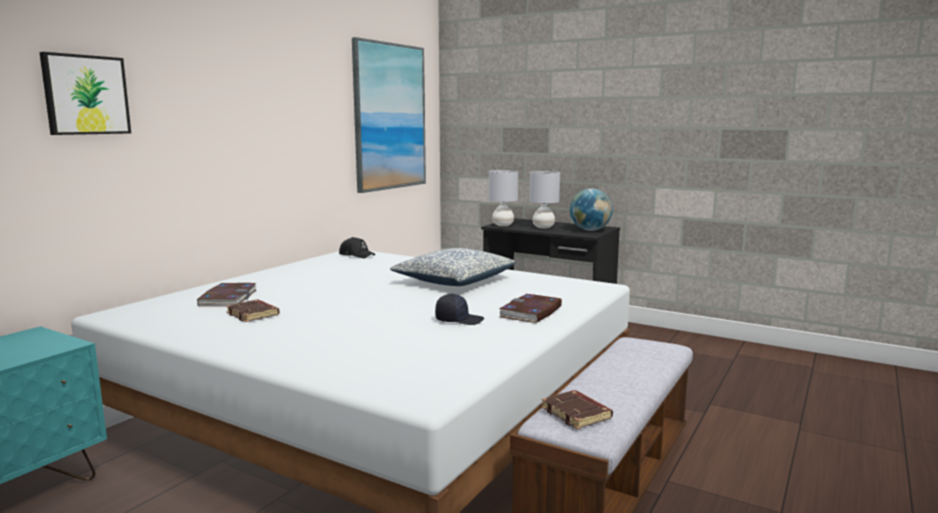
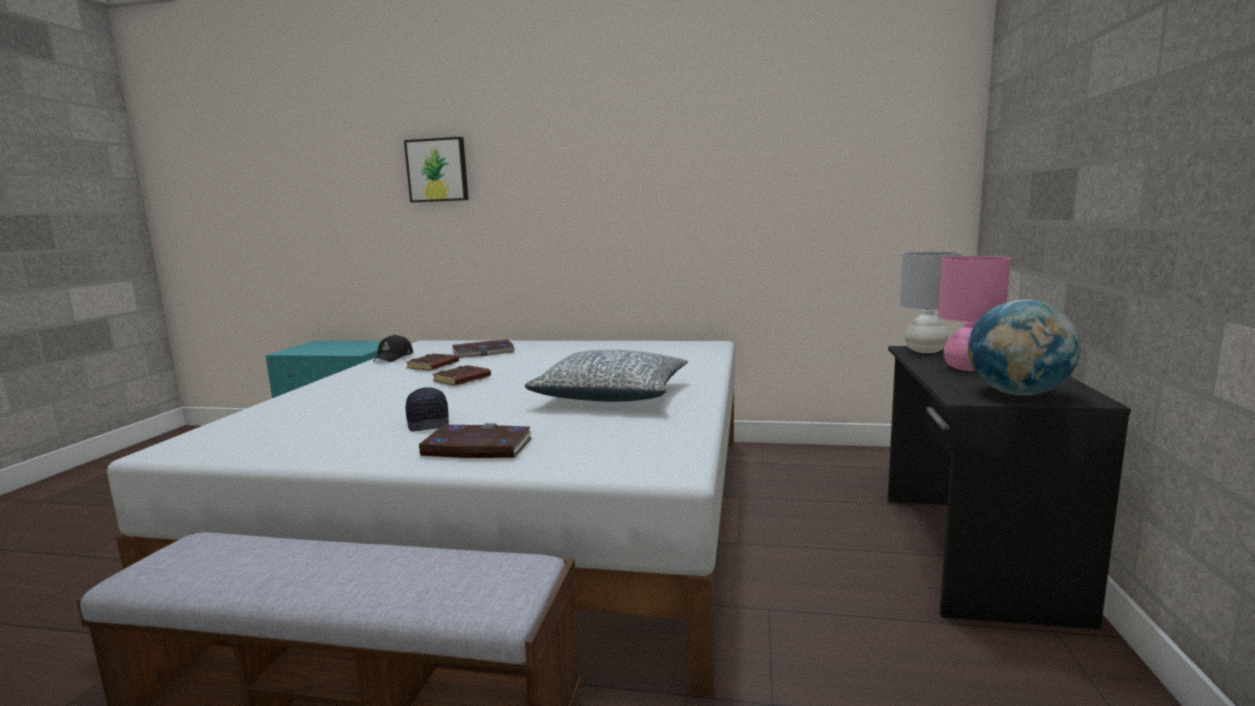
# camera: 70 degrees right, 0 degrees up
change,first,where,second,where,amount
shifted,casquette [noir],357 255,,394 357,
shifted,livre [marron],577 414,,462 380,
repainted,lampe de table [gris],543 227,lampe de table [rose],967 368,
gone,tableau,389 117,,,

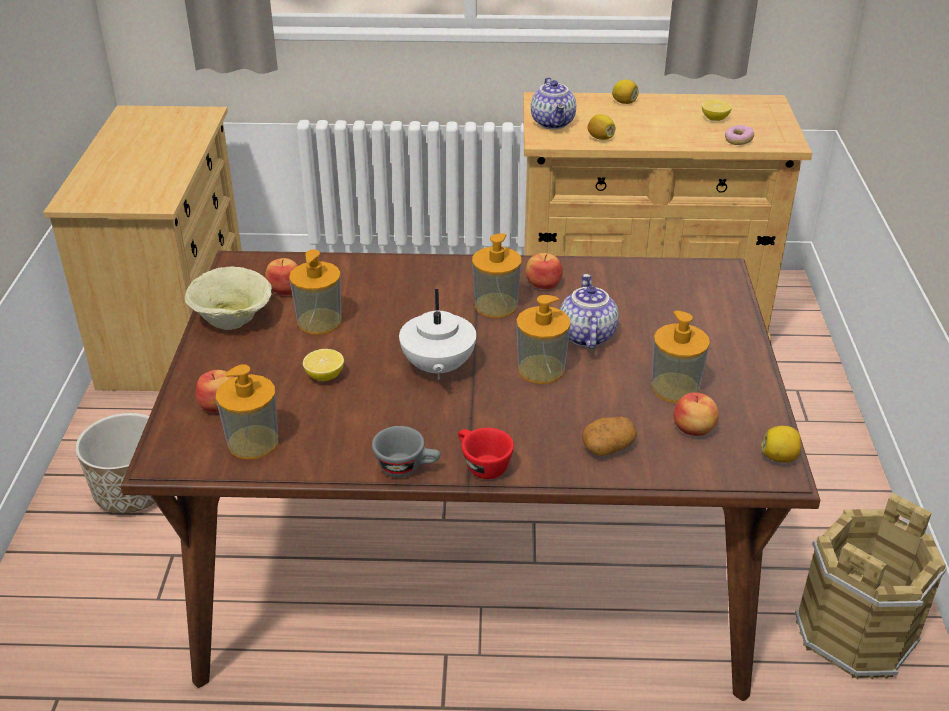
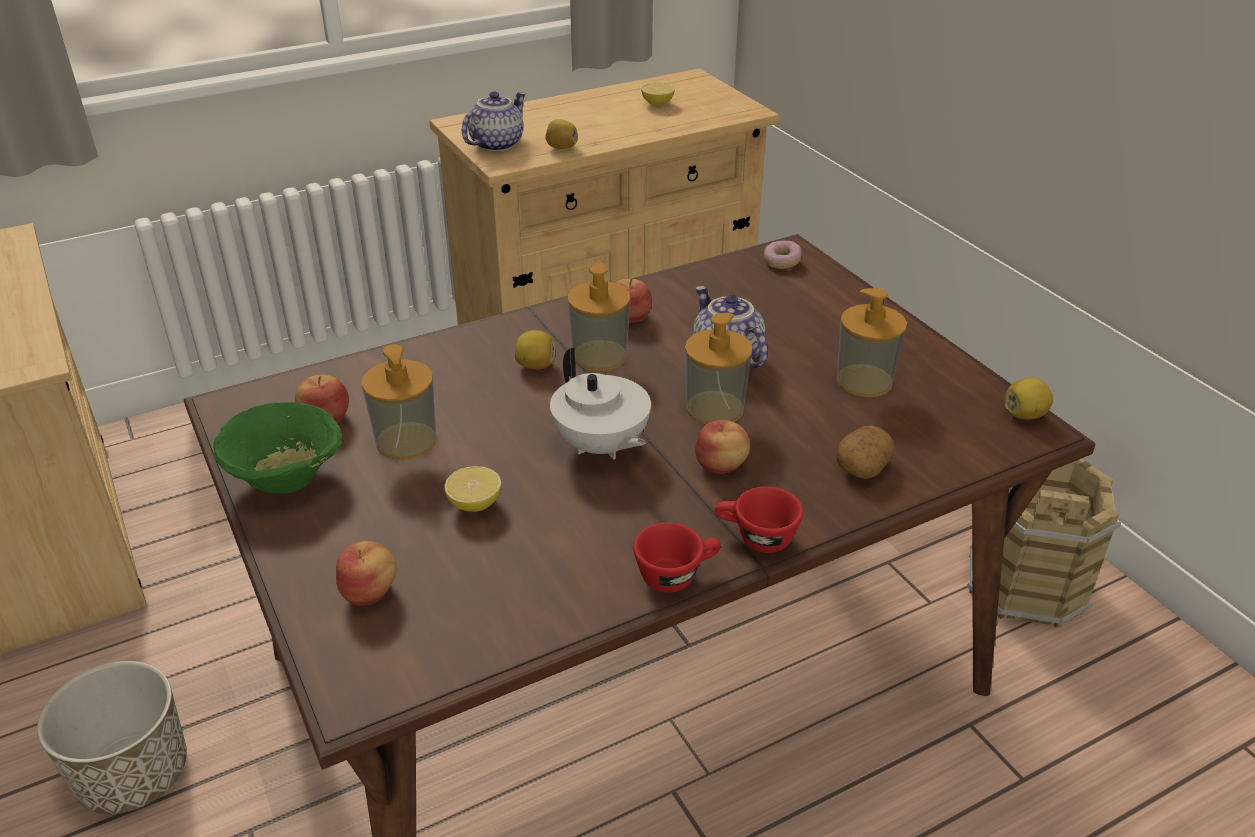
# camera: 30 degrees left, 0 degrees up
change,first,where,second,where,amount
repainted,bol [beige],234 318,bol [vert],287 475,
rotated,théière,554 123,,496 144,105 degrees counterclockwise
shifted,citron,624 102,,536 365,
repainted,tasse [gris],407 467,tasse [rouge],676 574,
shifted,pomme,693 429,,721 466,
shifted,beignet,738 141,,781 262,
gone,distributeur de savon,253 442,,,

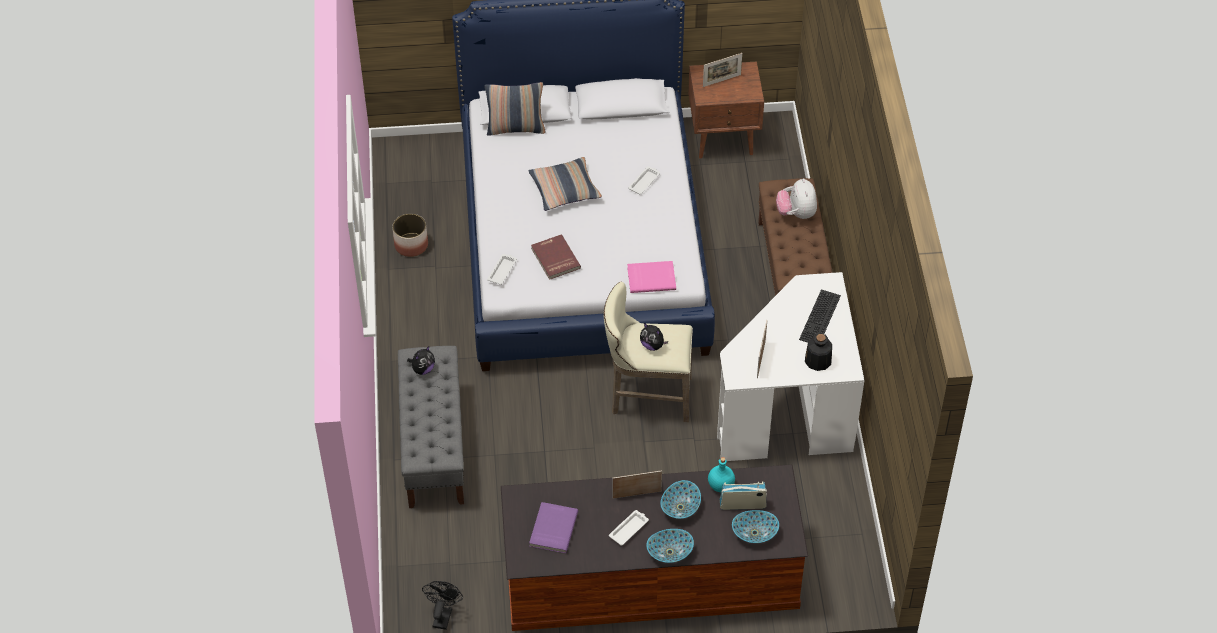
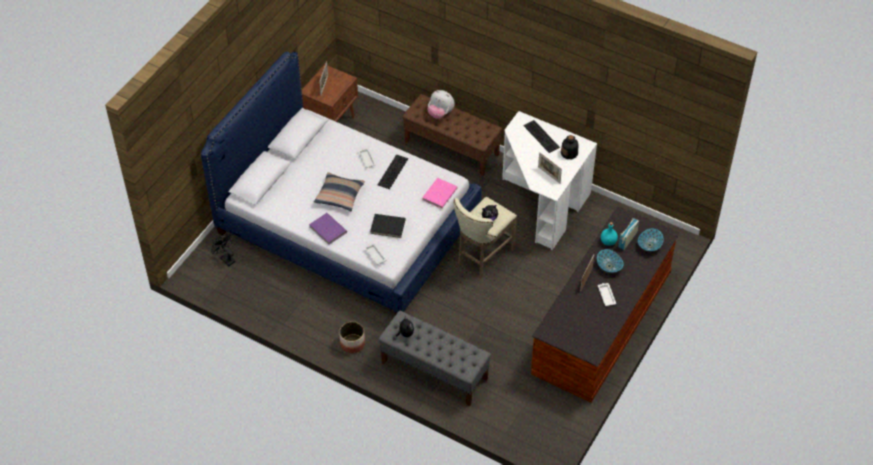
# camera: 55 degrees left, 0 degrees up
change,first,where,second,where,amount
shifted,ventilateur [noir],443 614,,225 258,
shifted,livre [violet],552 529,,327 230,
shifted,cache-pot,411 245,,352 343,
repainted,livre [rouge],554 258,livre [noir],387 227,
new,,,clavier,392 171,
gone,coussin,516 128,,,
gone,bol,670 552,,,

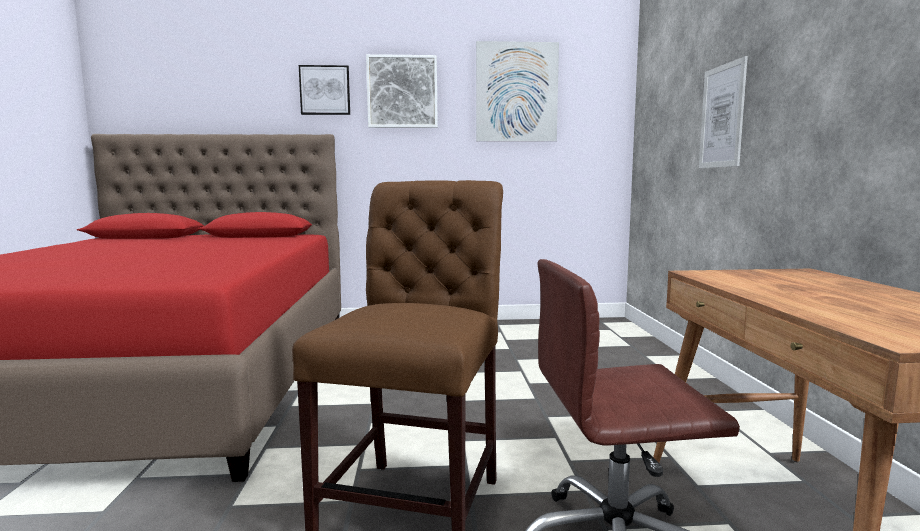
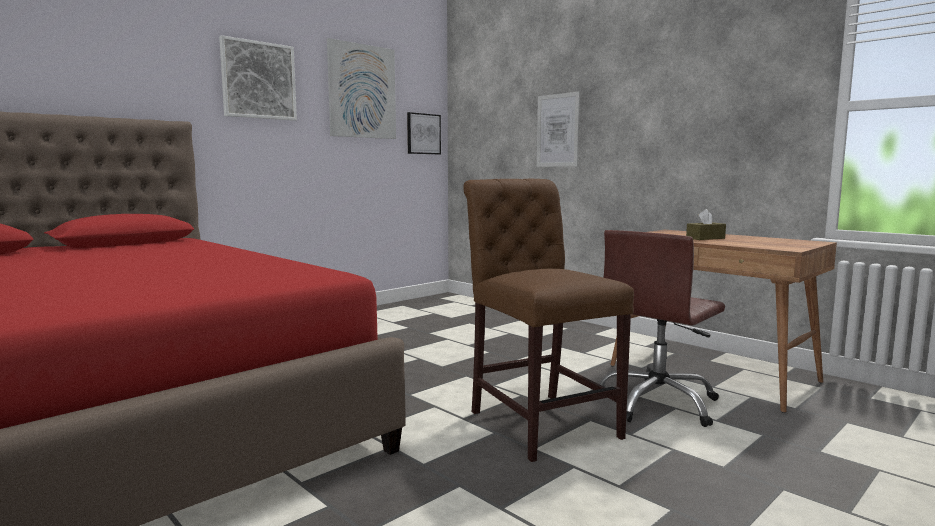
# camera: 40 degrees left, 0 degrees up
change,first,where,second,where,amount
shifted,tableau,325 90,,423 134,
new,,,boîte à mouchoirs [marron],705 238,

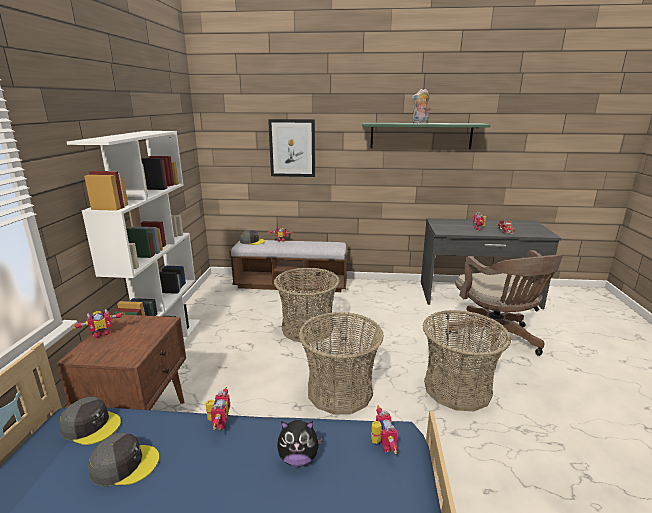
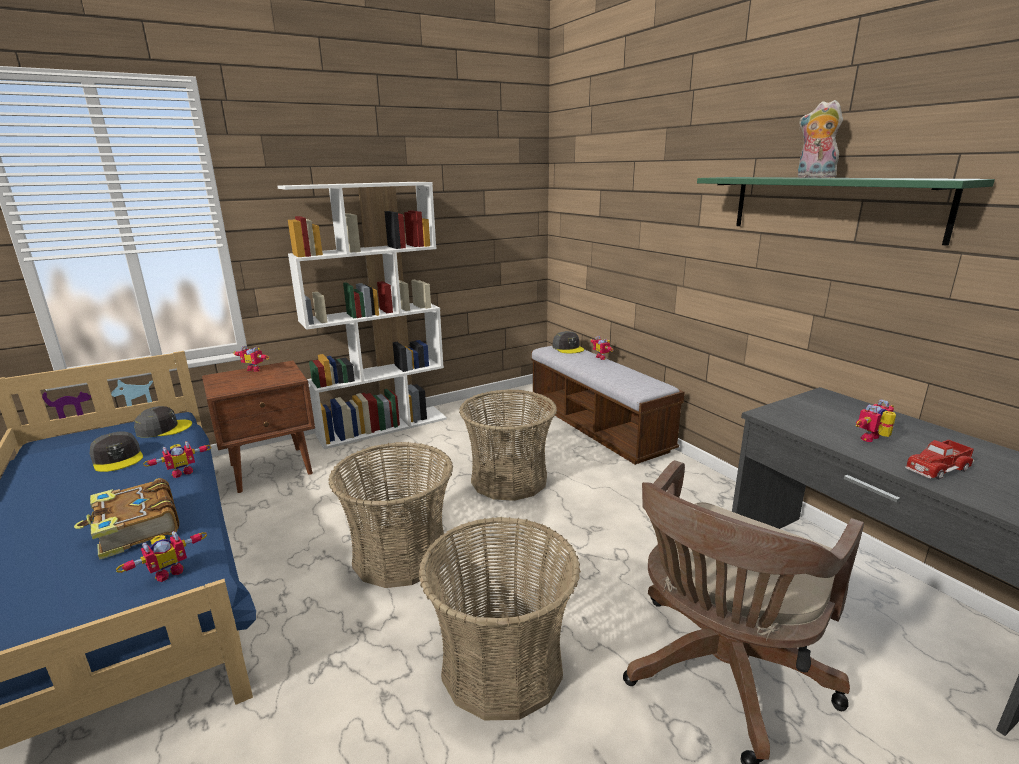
# camera: 55 degrees right, 0 degrees up
change,first,where,second,where,amount
swapped,peluche,298 458,livre,136 529,
rotated,casquette [gris],91 425,,163 428,90 degrees counterclockwise
gone,tableau,292 148,,,

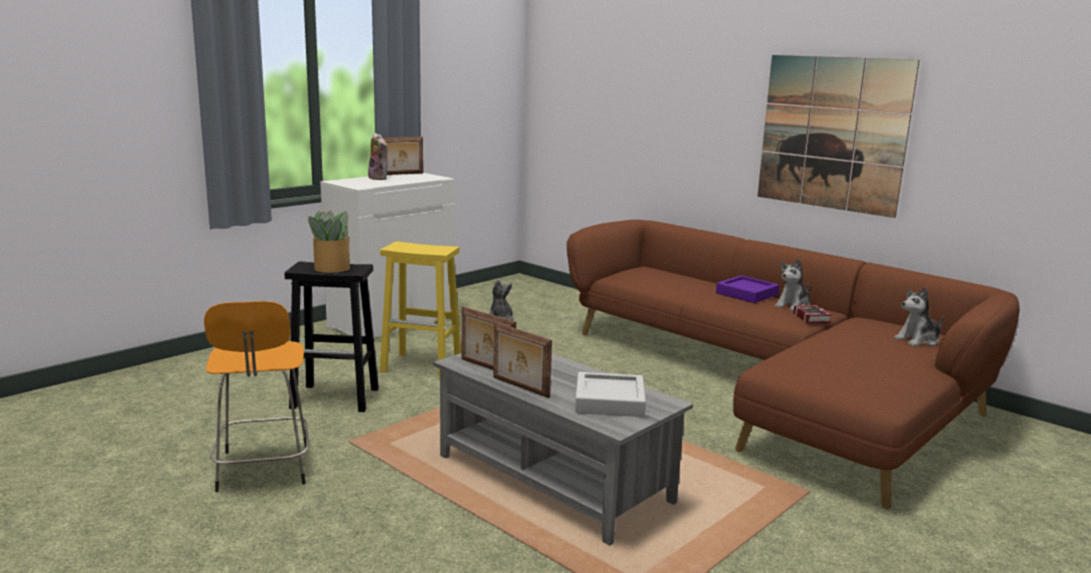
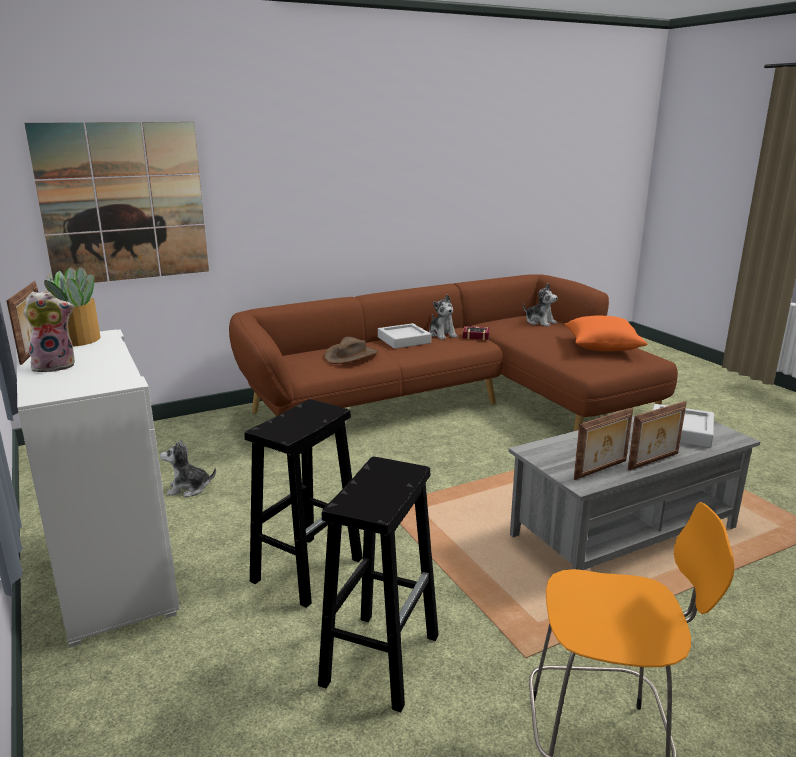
# camera: 70 degrees left, 5 degrees up
change,first,where,second,where,amount
shifted,tableau,832 133,,124 203,
shifted,plante en pot,331 268,,78 340,
repainted,tabouret [jaune],423 366,tabouret [noir],308 569,
new,,,chapeau [marron],351 356,
repainted,plateau [violet],747 294,plateau [gris],404 340,
rotated,peluche,918 340,,540 322,45 degrees counterclockwise
new,,,coussin [orange],602 347,

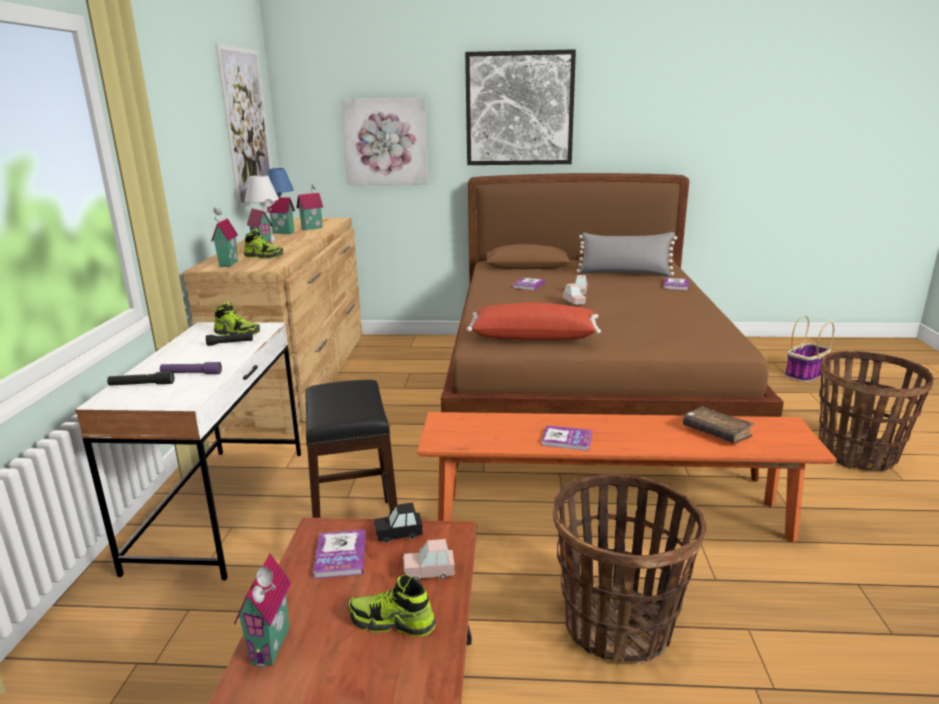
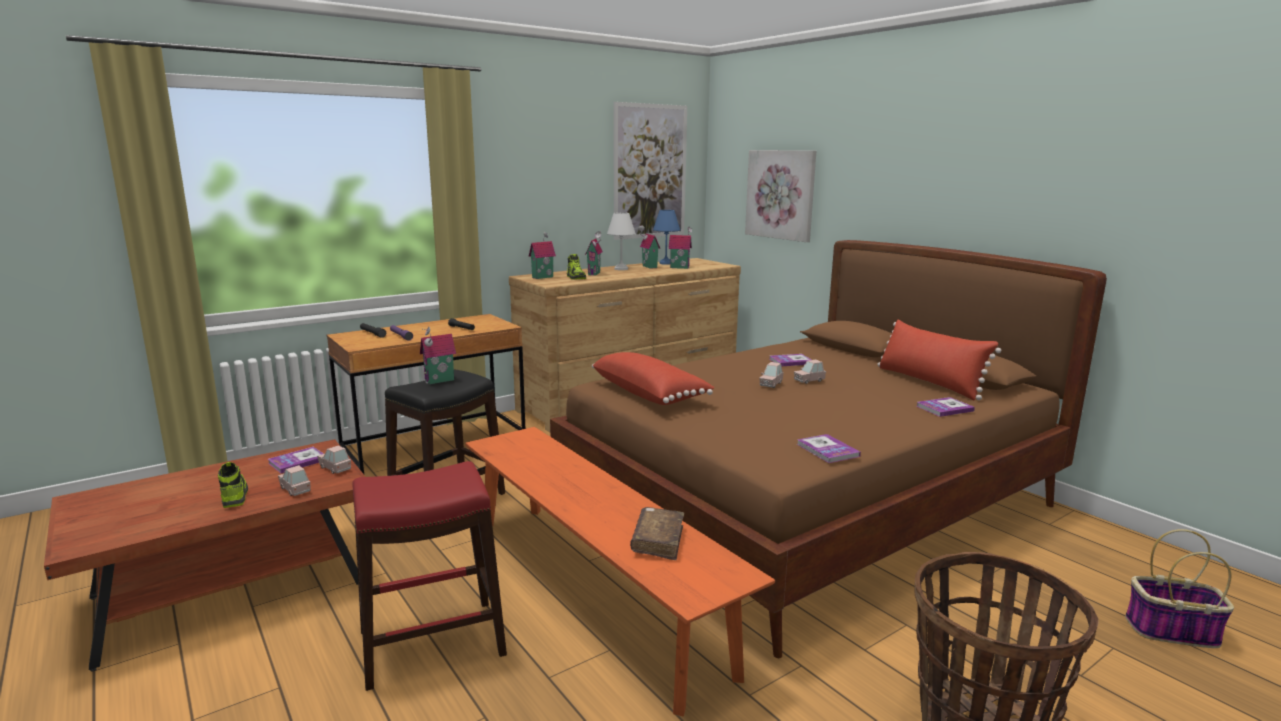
# camera: 50 degrees right, 5 degrees down
change,first,where,second,where,amount
repainted,petite voiture [noir],399 534,petite voiture [rose],335 468,
repainted,bureau [blanc],223 507,bureau [marron],435 450,
swapped,panier,618 626,tabouret [rouge],431 642,
shifted,maison miniature,273 646,,440 381,
shifted,livre,566 439,,827 450,
repainted,coussin [gris],625 273,coussin [rouge],929 382,
gone,chaussure,237 333,,,
gone,tableau,519 109,,,

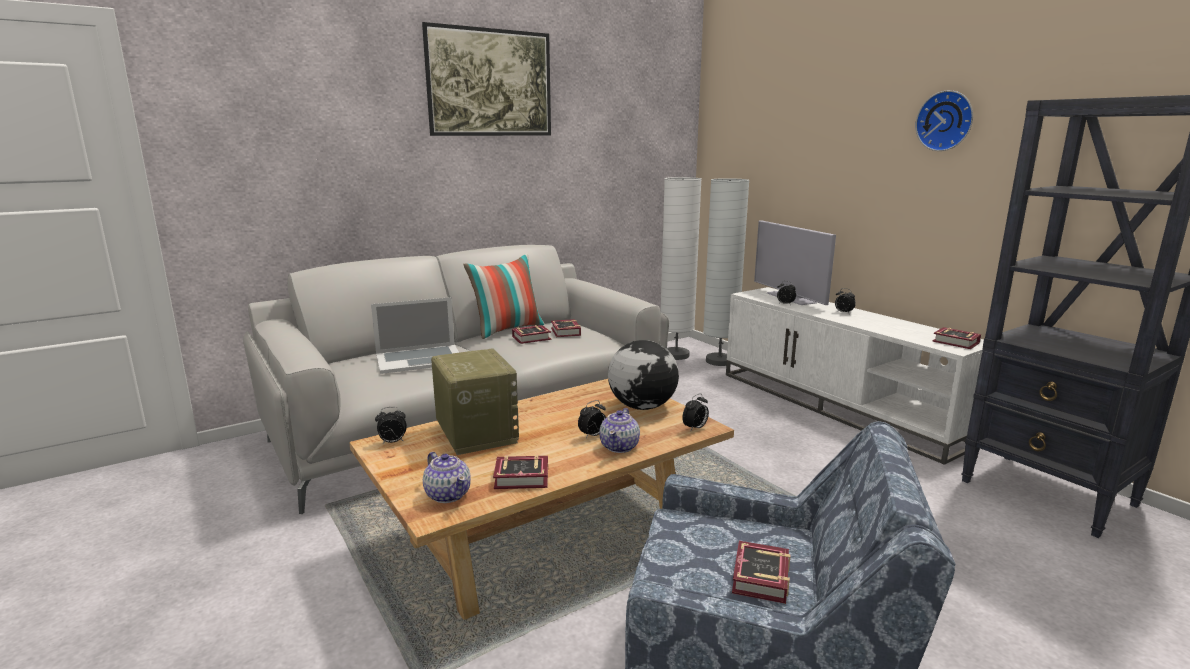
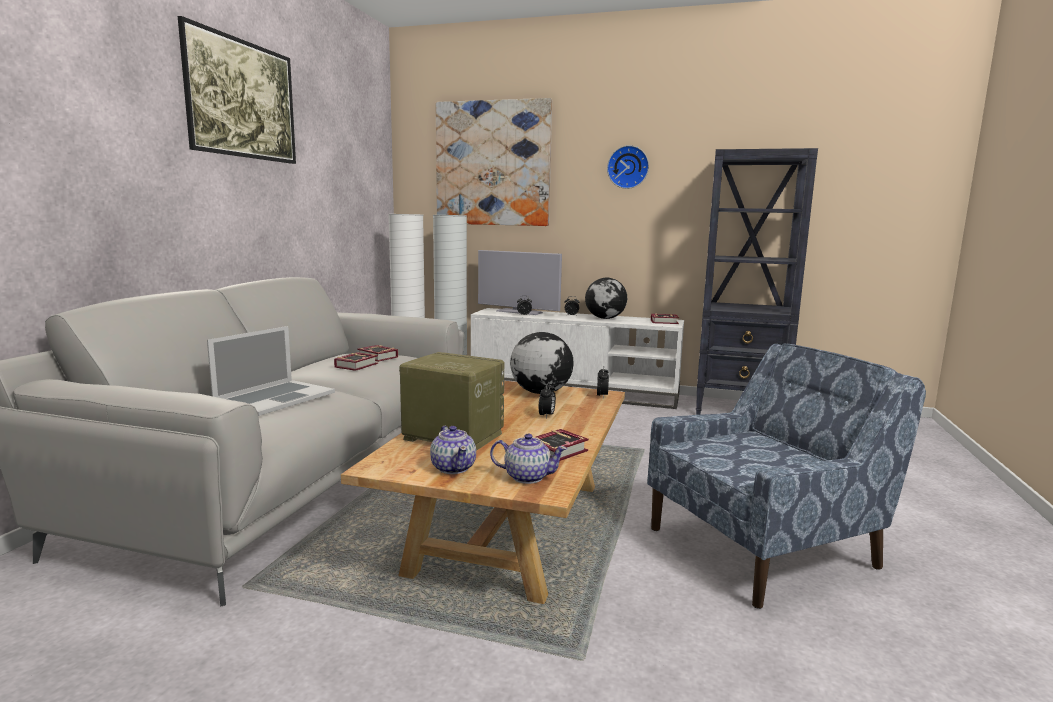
# camera: 40 degrees left, 5 degrees down
change,first,where,second,where,amount
shifted,théière,620 446,,453 468,
new,,,tableau,493 164,
new,,,globe,605 318,
gone,réveil,392 442,,,
gone,coussin,507 330,,,
gone,livre,758 579,,,

